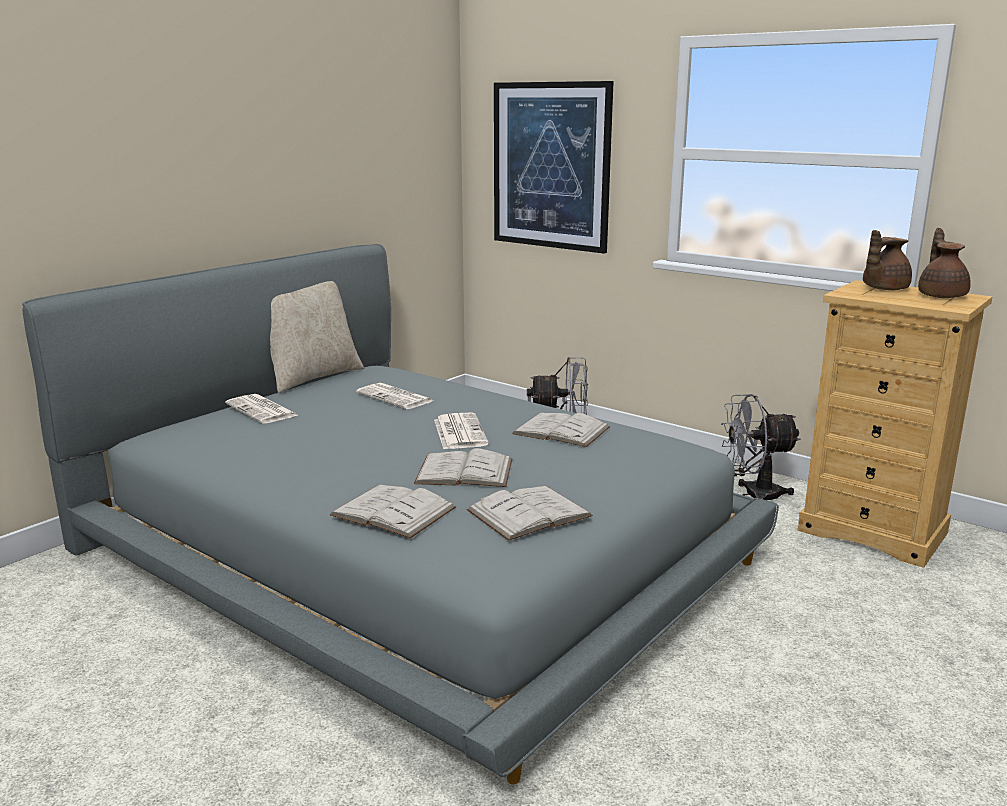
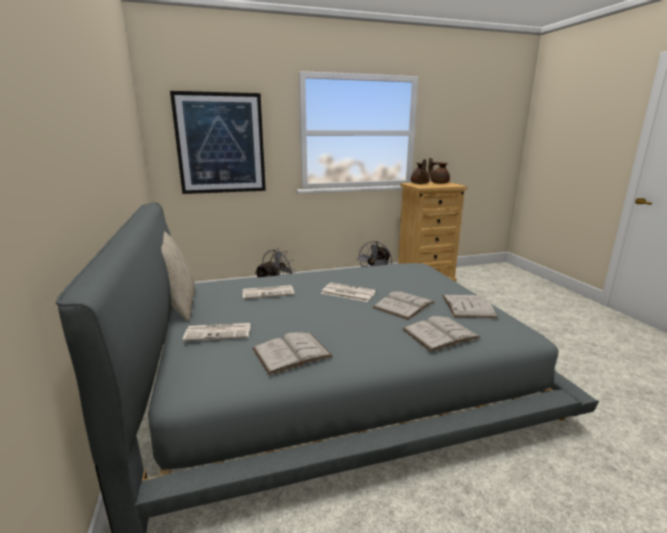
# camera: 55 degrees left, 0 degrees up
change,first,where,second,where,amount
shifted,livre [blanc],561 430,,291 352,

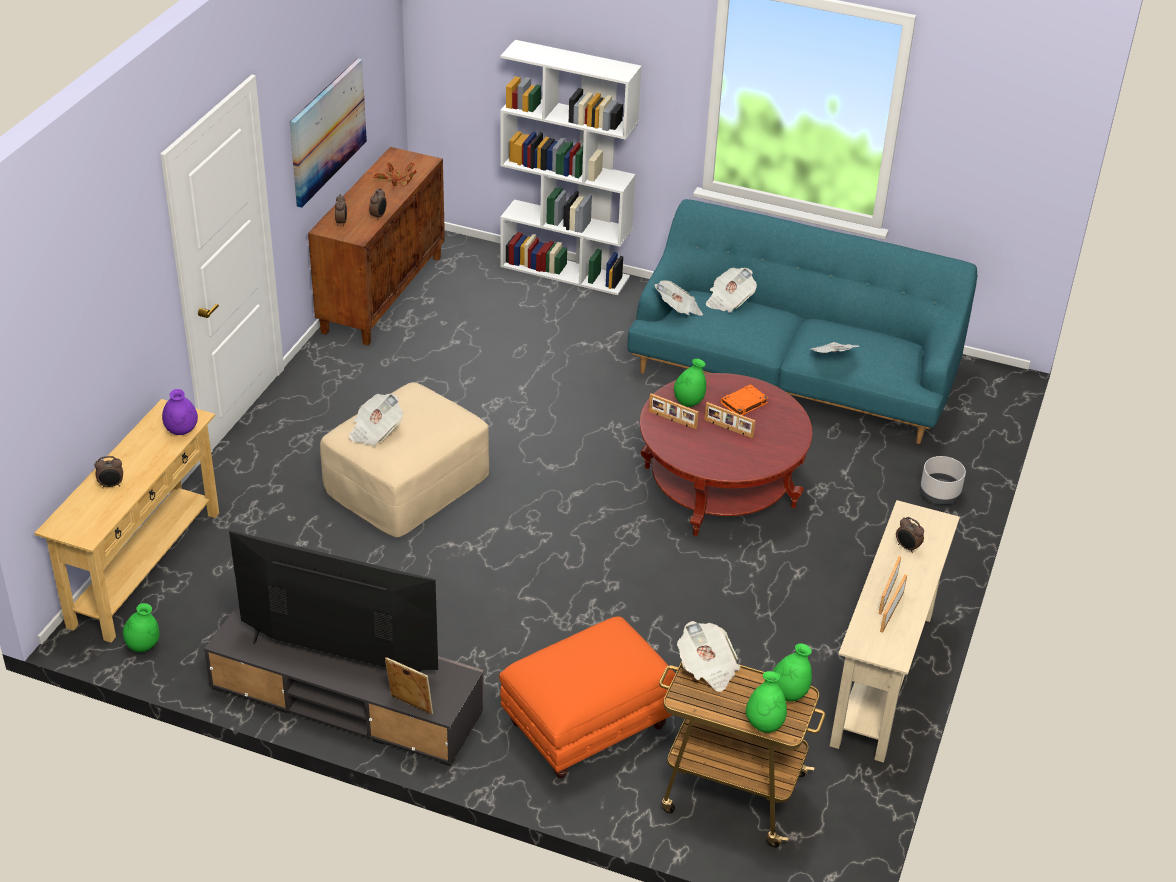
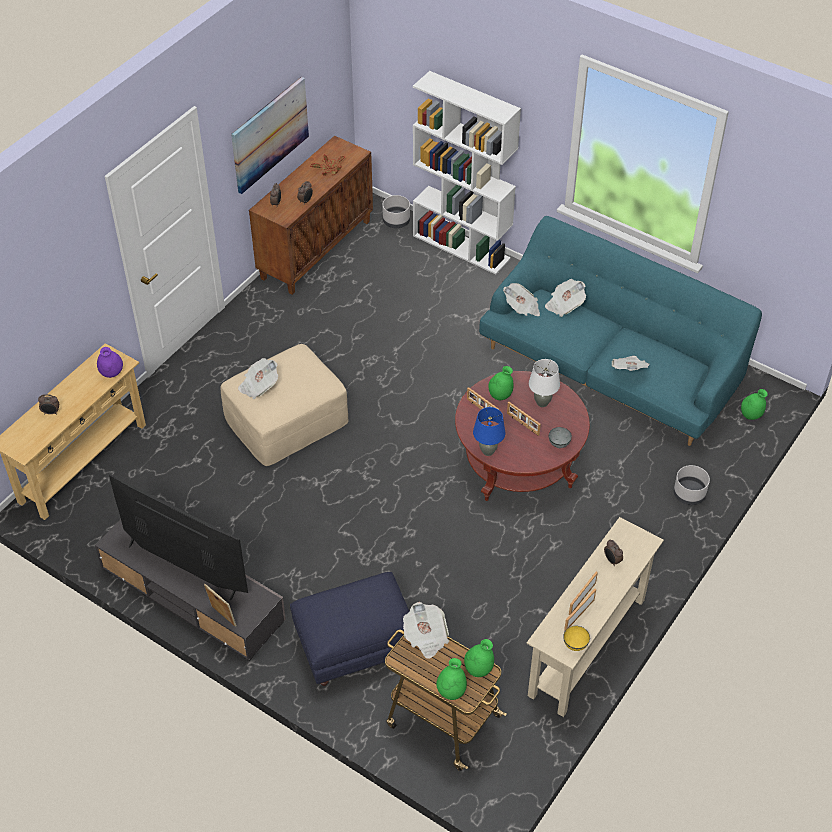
# camera: 15 degrees right, 10 degrees up
change,first,where,second,where,amount
repainted,pouf [orange],586 727,pouf [bleu],354 647,
new,,,cache-pot [gris],396 221,
new,,,lampe de table [bleu],487 451,
swapped,livre [orange],743 403,lampe de table [blanc],542 403,
new,,,bol [gris],559 444,
new,,,bol [jaune],575 645,
shifted,vase [vert],143 646,,751 415,

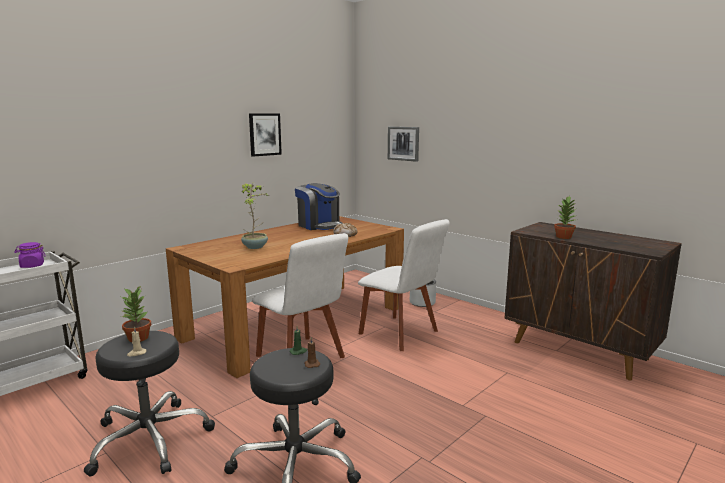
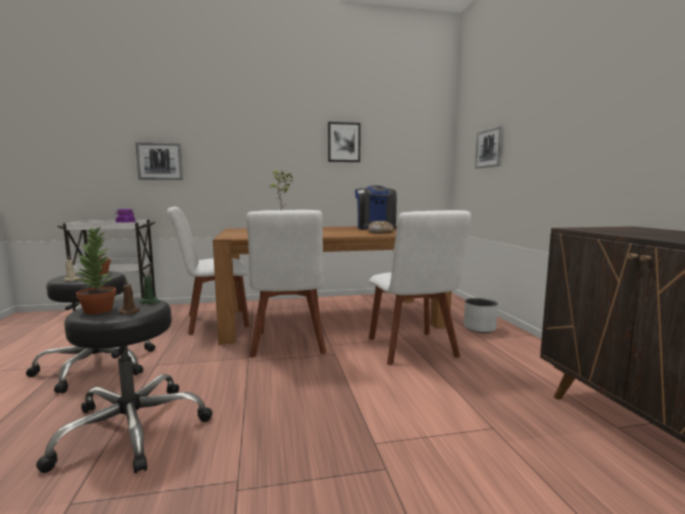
# camera: 35 degrees right, 5 degrees down
change,first,where,second,where,amount
shifted,plante en pot,564 237,,98 310,
new,,,tableau,160 161,
new,,,chaise [blanc],213 322,

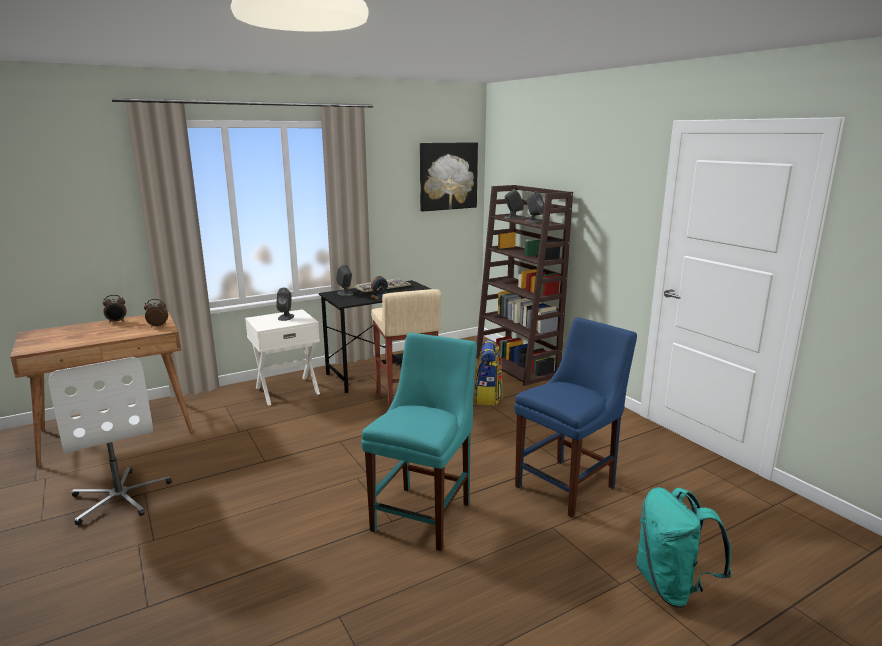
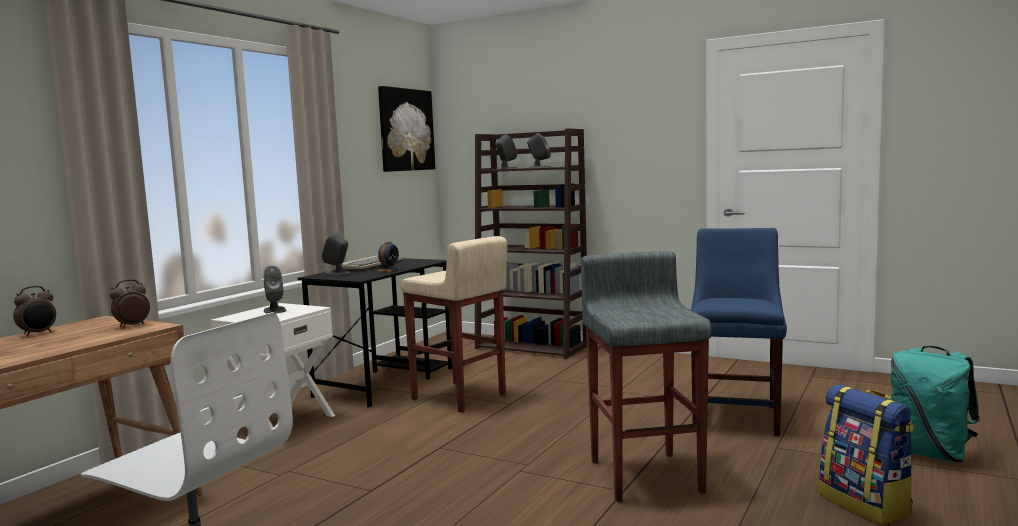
# camera: 30 degrees left, 10 degrees down
change,first,where,second,where,amount
swapped,chaise [turquoise],424 514,tabouret [gris],646 475,
shifted,sac à dos,488 397,,866 504,

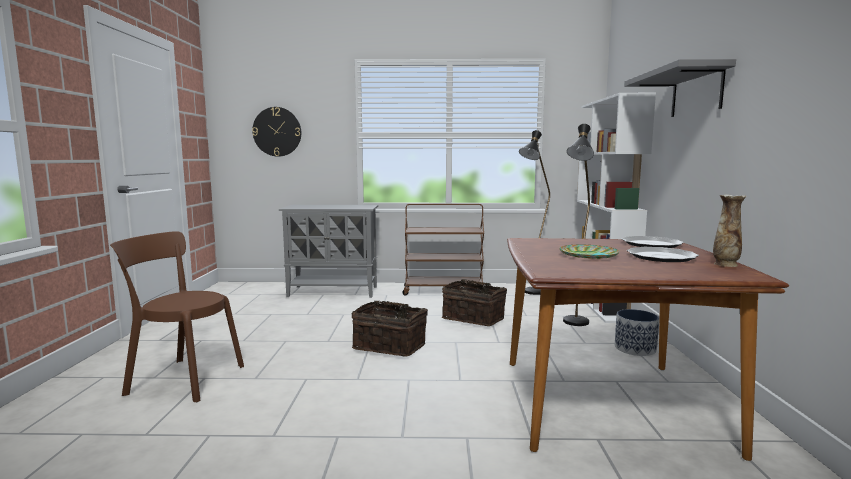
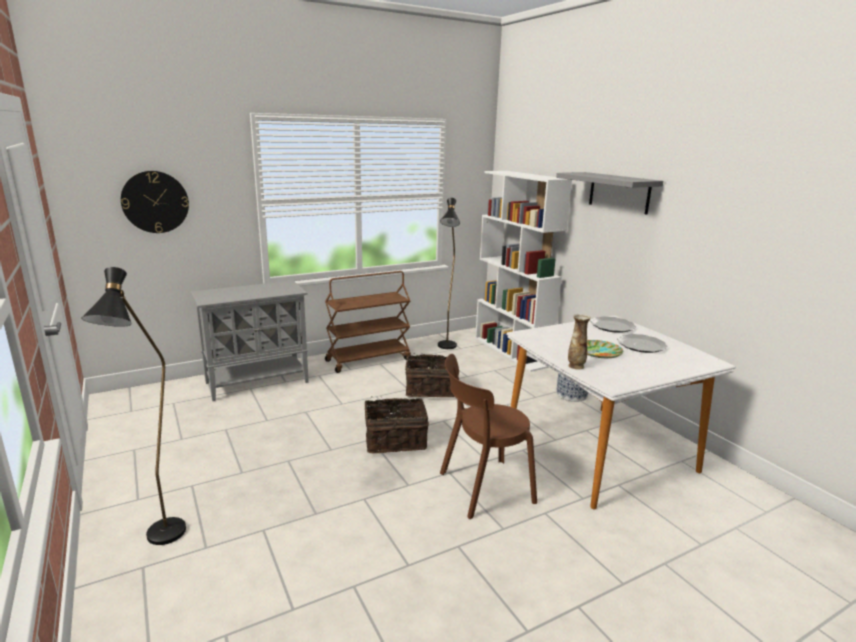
# camera: 30 degrees left, 10 degrees up
change,first,where,second,where,amount
shifted,lampadaire [noir],574 325,,162 542,
shifted,chaise [marron],182 379,,482 488,
repainted,table à manger [marron],608 403,table à manger [blanc],598 452,
shifted,vase,725 264,,576 366,

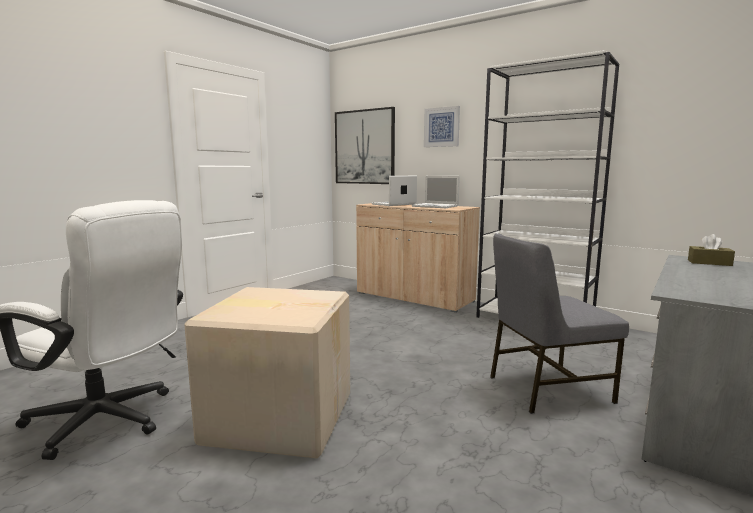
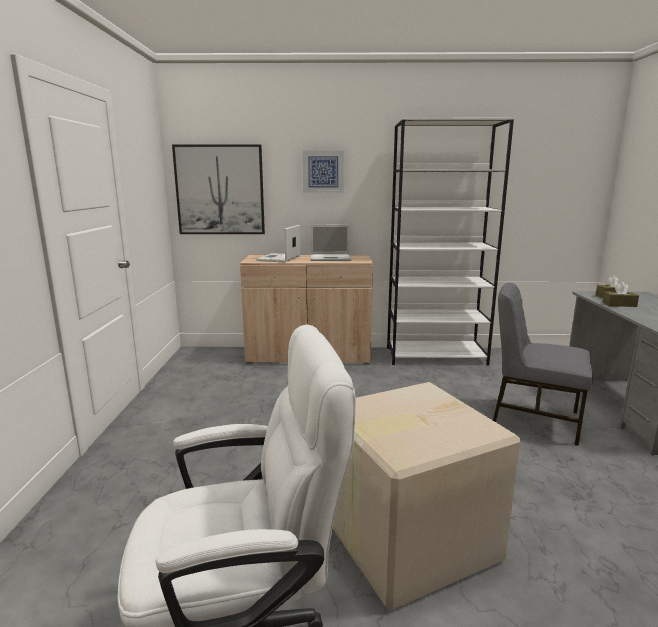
# camera: 35 degrees left, 5 degrees up
change,first,where,second,where,amount
rotated,chaise [gris],546 388,,533 419,75 degrees clockwise
new,,,boîte à mouchoirs [marron],619 304,

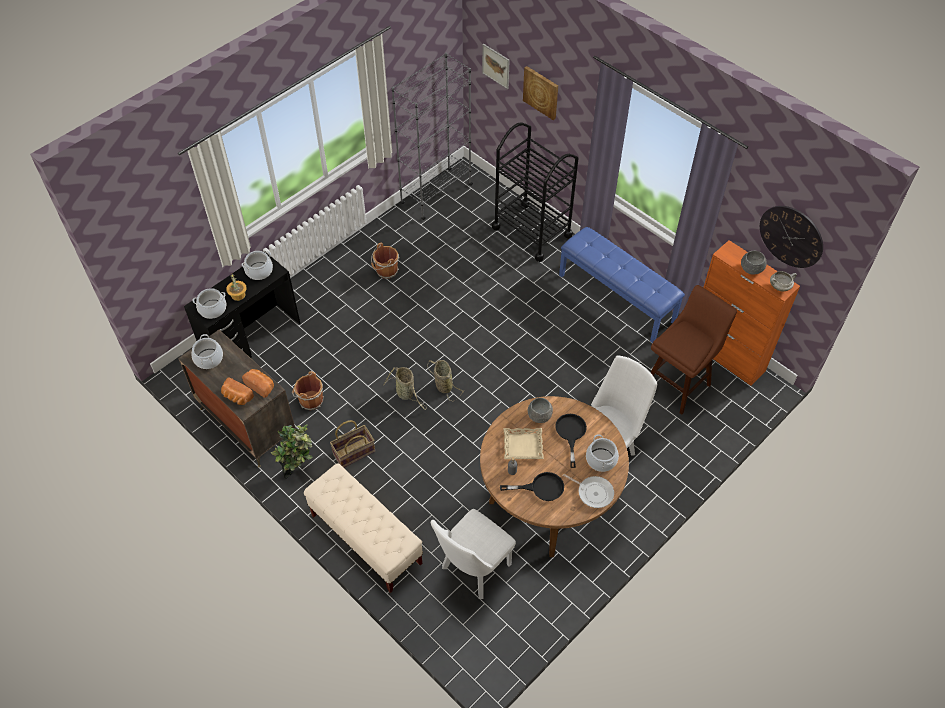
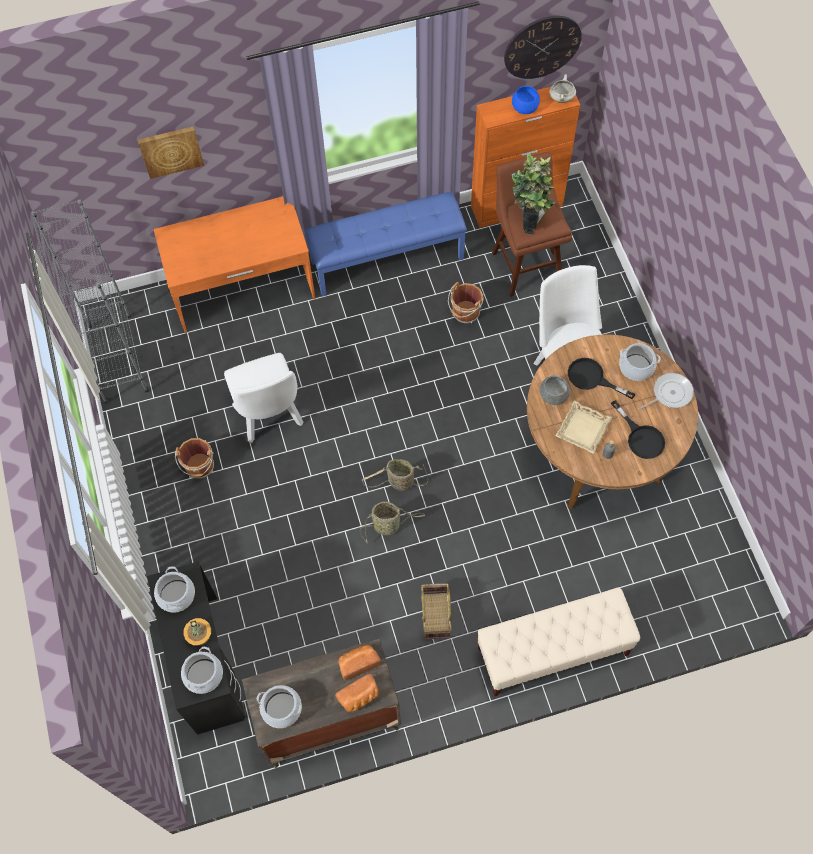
# camera: 60 degrees left, 10 degrees up
change,first,where,second,where,amount
swapped,chariot [noir],532 231,bureau [orange],243 290,
shifted,chaise [blanc],472 571,,270 417,
shifted,seau [marron],310 400,,465 313,
repainted,bol [gris],752 268,bol [bleu],525 107,
shifted,plante en pot,299 470,,529 219,
rotated,poêle [noir],541 488,,641 437,120 degrees clockwise
gone,tableau,496 66,,,

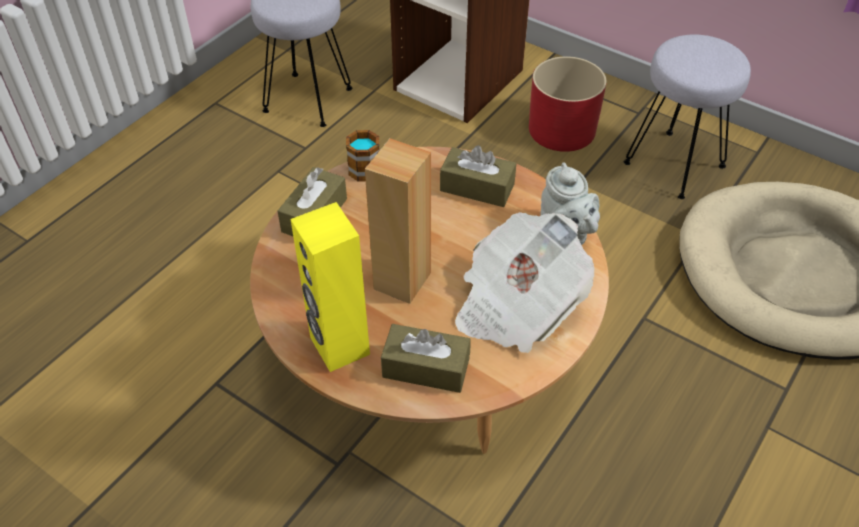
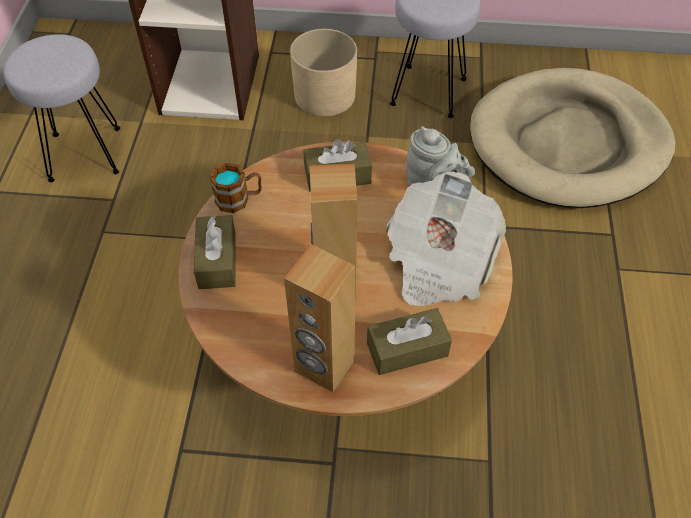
# camera: 30 degrees left, 5 degrees up
change,first,where,second,where,amount
repainted,enceinte [jaune],339 346,enceinte [marron],324 366,
repainted,cache-pot [rouge],562 129,cache-pot [beige],325 95,

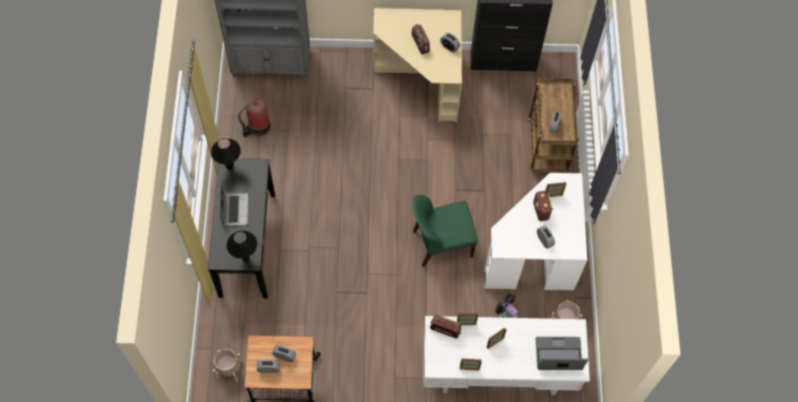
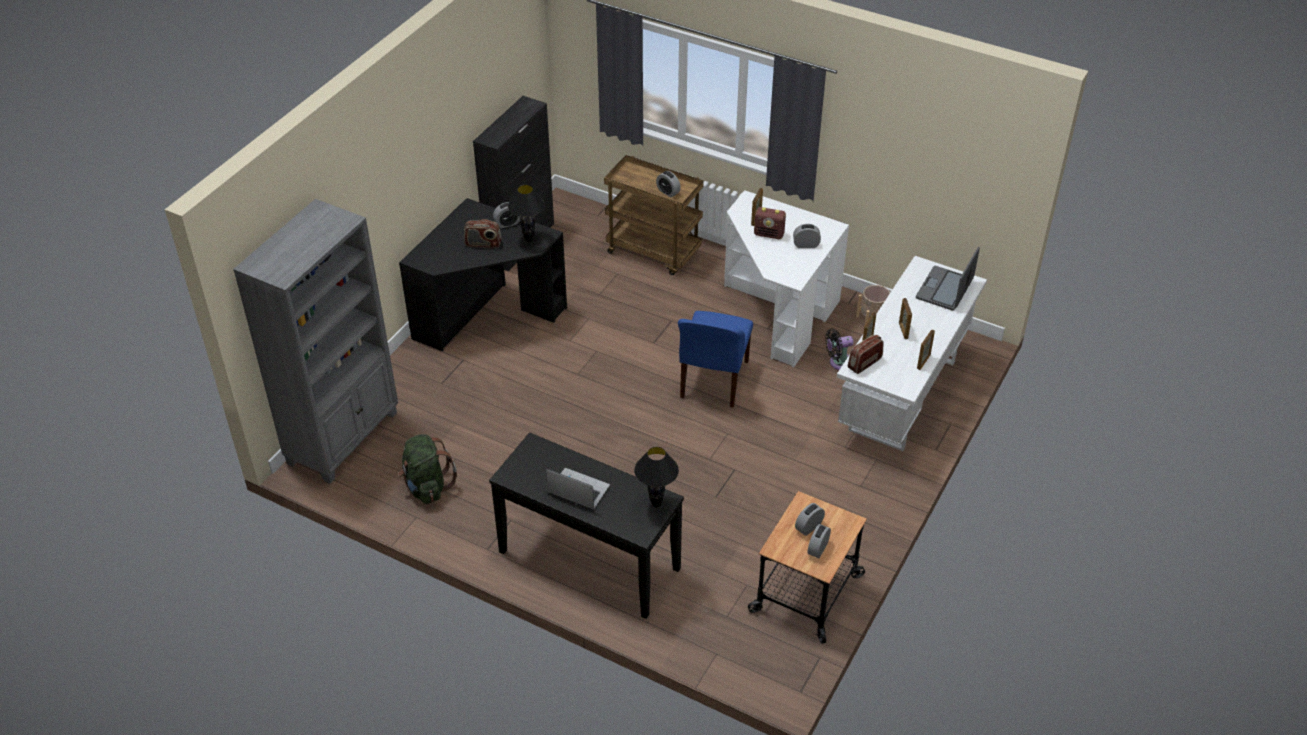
# camera: 60 degrees left, 20 degrees down
change,first,where,second,where,amount
swapped,extincteur,258 127,sac à dos [vert],427 486,
repainted,bureau [beige],421 80,bureau [noir],486 315,
shifted,lampe de table [noir],230 167,,529 239,
repainted,chaise [vert],441 243,chaise [bleu],713 380,
gone,cache-pot [beige],229 369,,,

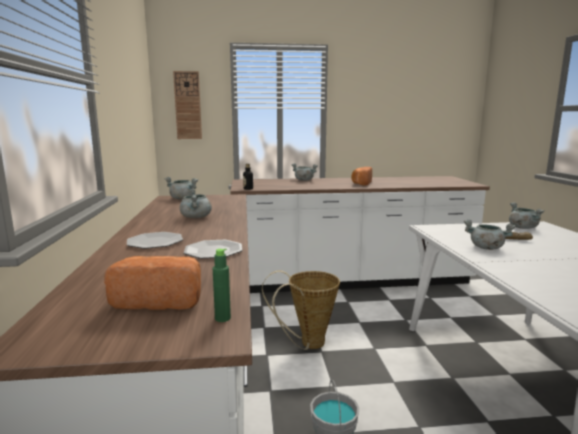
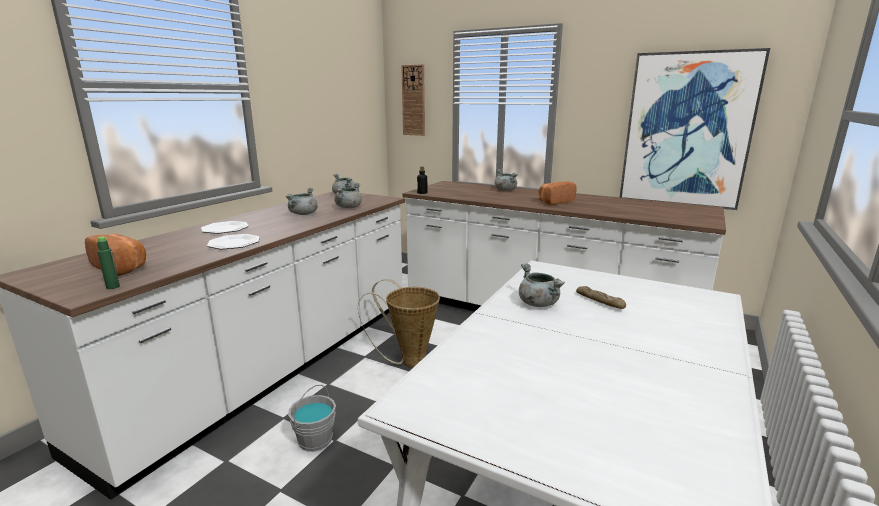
# camera: 35 degrees right, 5 degrees up
change,first,where,second,where,amount
shifted,marmite [gris],522 227,,348 207,
new,,,tableau,687 130,

